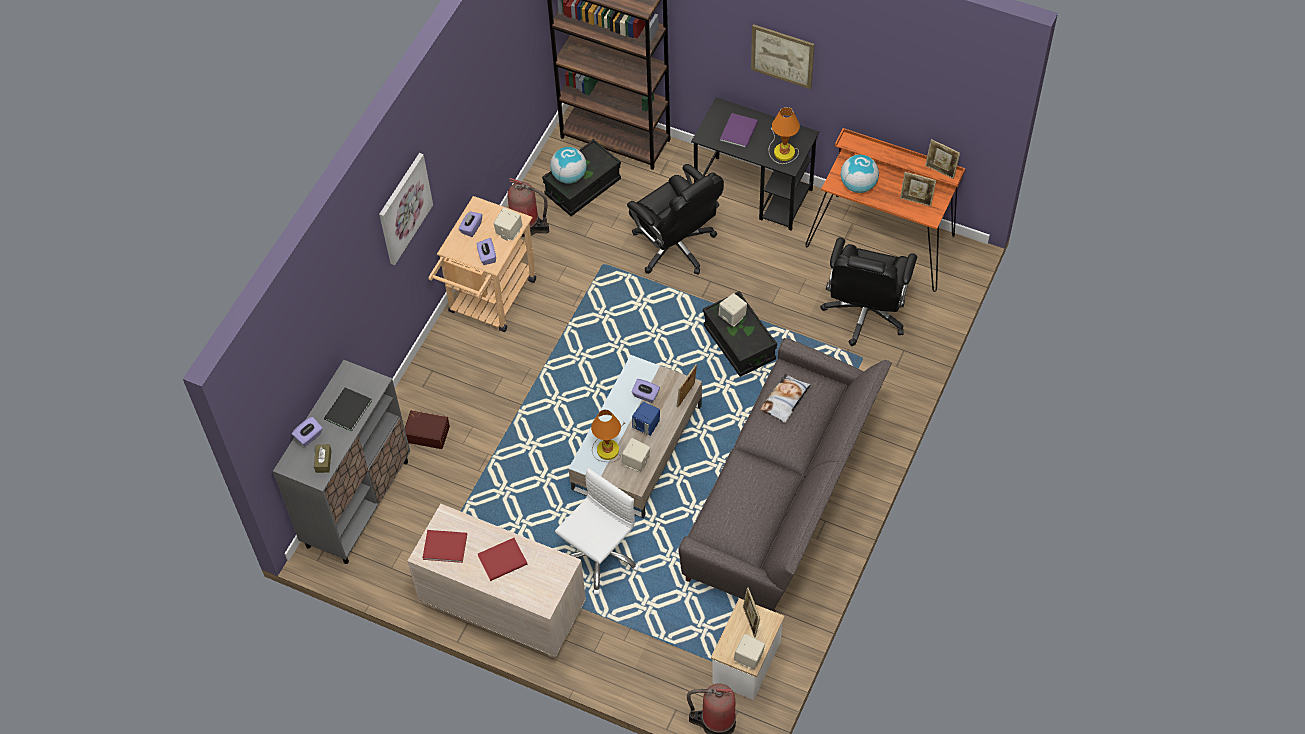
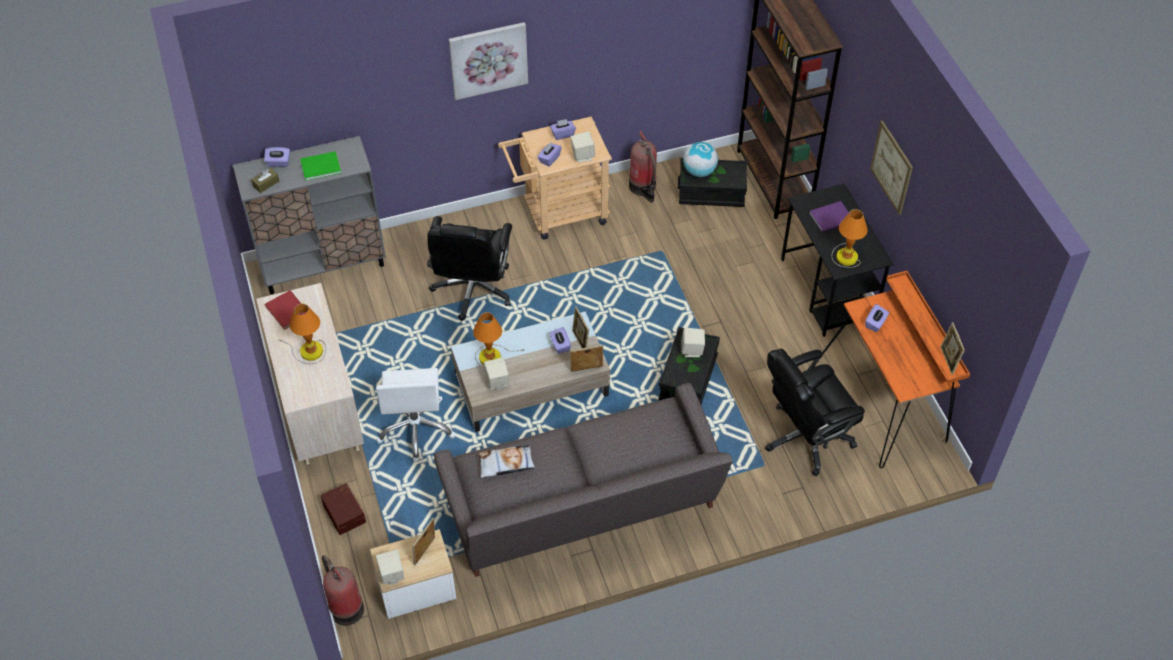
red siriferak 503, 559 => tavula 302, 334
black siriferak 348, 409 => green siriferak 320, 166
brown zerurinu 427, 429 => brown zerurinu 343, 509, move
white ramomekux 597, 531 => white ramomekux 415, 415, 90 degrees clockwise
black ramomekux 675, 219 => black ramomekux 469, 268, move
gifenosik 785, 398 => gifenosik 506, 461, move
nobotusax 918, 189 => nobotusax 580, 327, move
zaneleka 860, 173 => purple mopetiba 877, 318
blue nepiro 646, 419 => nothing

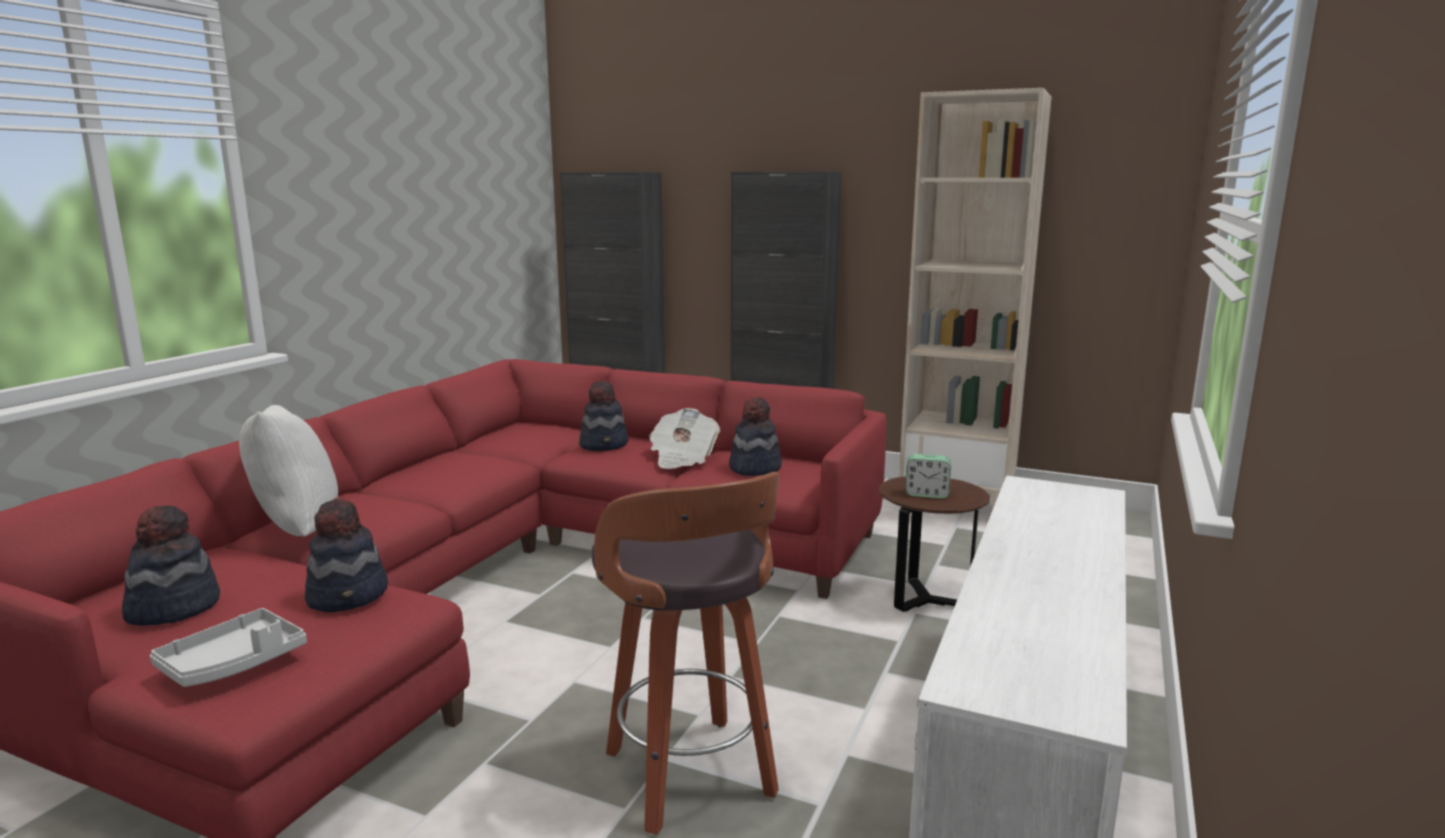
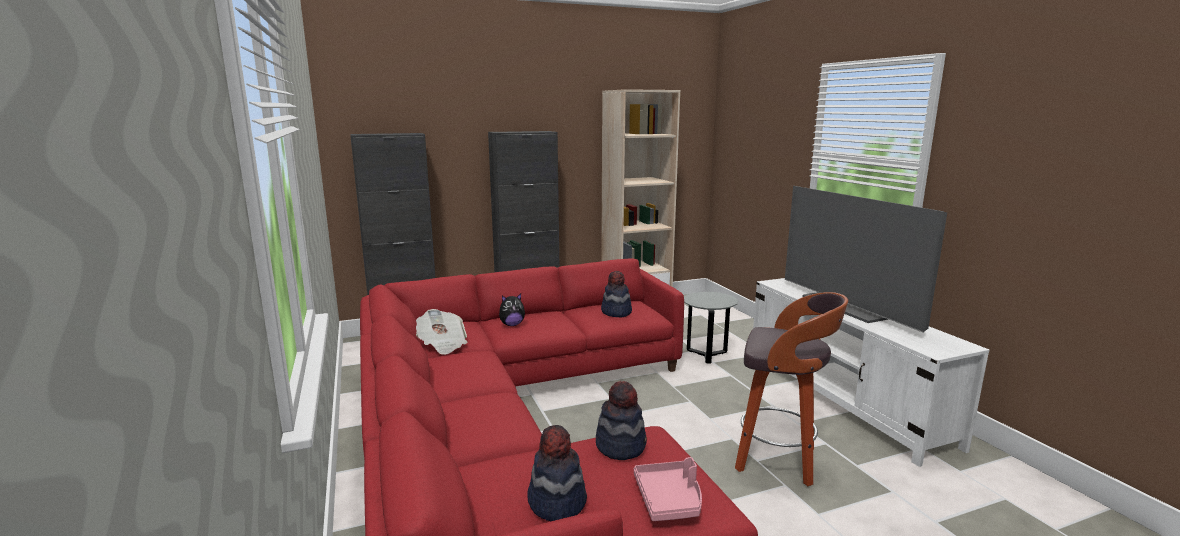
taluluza 684, 438 => taluluza 442, 332, move
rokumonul 603, 415 => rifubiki 512, 310
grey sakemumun 228, 647 => pink sakemumun 668, 489
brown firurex 934, 544 => grey firurex 711, 328
nothing => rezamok 866, 259
white gifenosik 288, 470 => nothing
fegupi 928, 476 => nothing

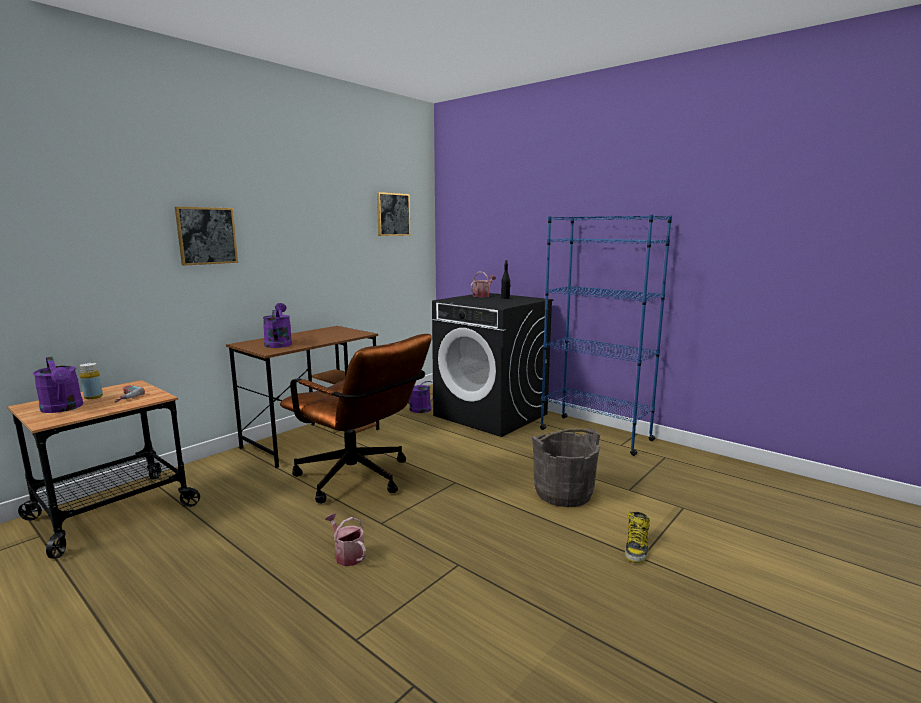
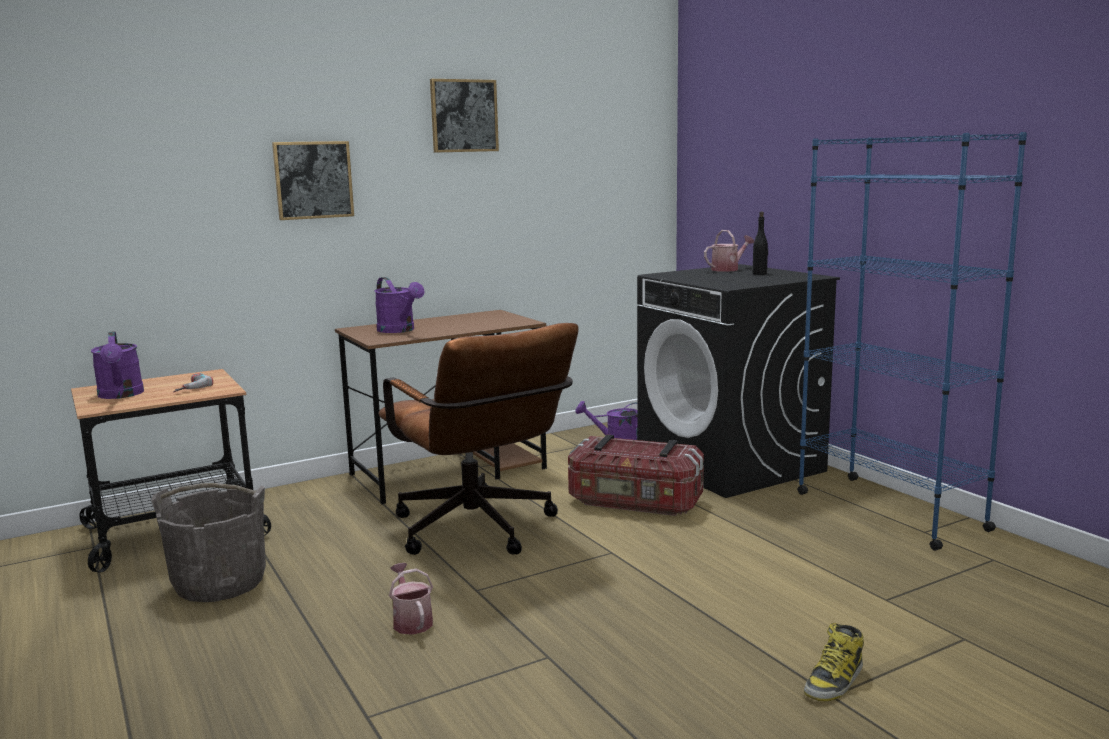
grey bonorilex 566, 467 => grey bonorilex 208, 542, move
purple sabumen 277, 325 => purple sabumen 399, 305, 135 degrees clockwise
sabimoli 393, 214 => sabimoli 464, 116, move
nothing => zerurinu 636, 475
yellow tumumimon 91, 381 => nothing

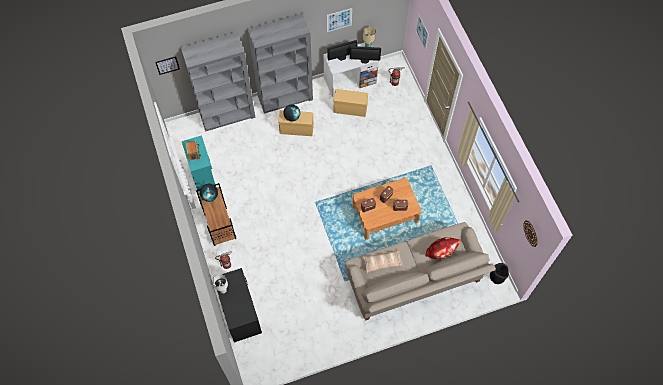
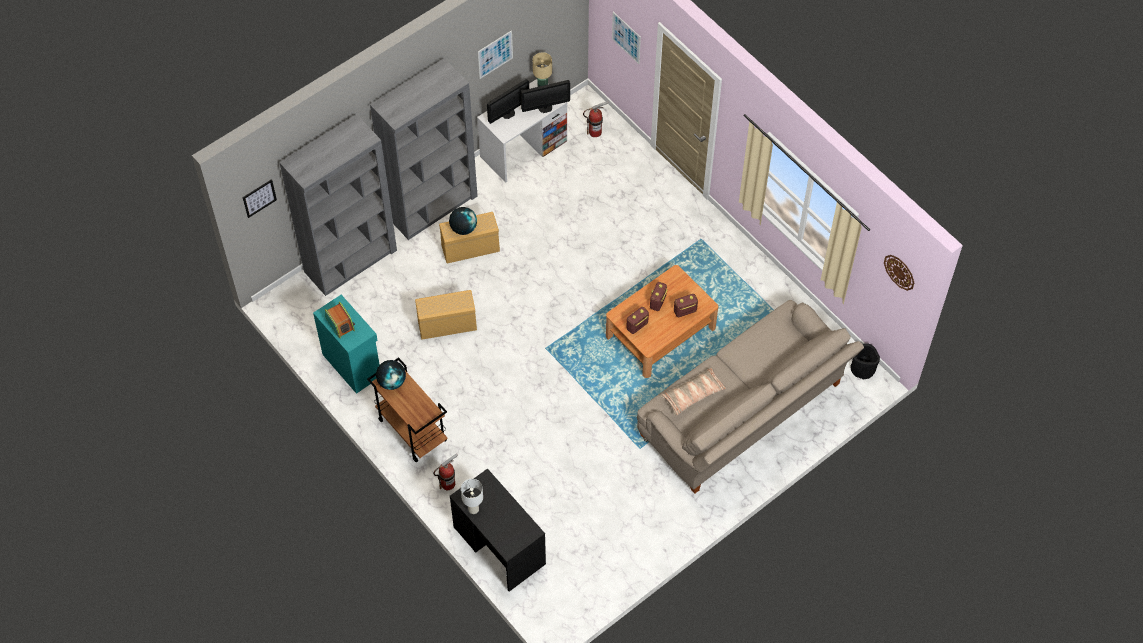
beige zerurinu 350, 103 => beige zerurinu 446, 315, move
gifenosik 443, 248 => nothing

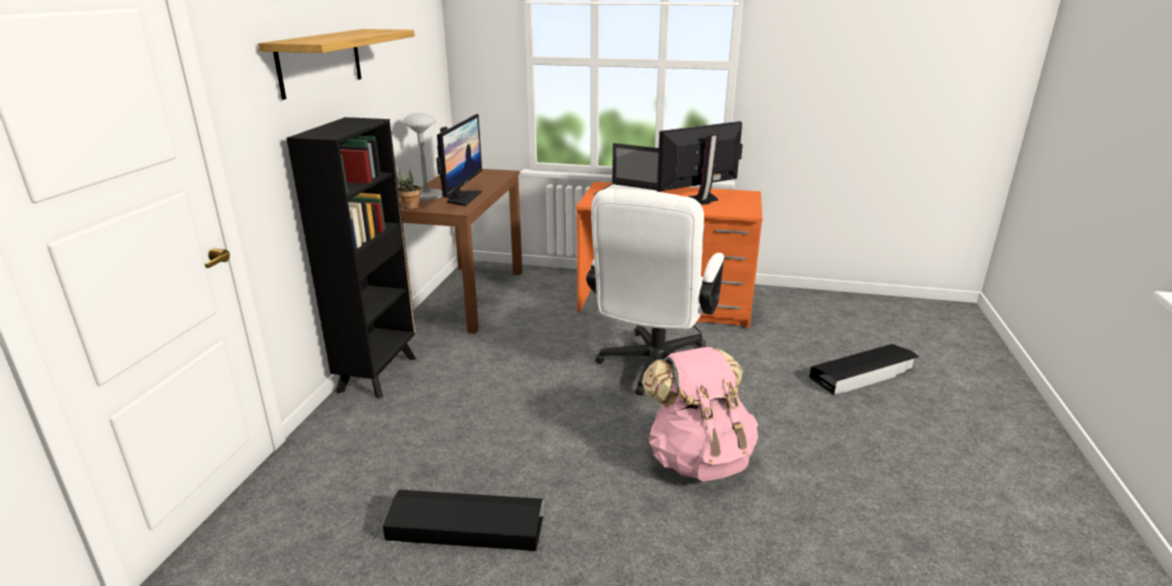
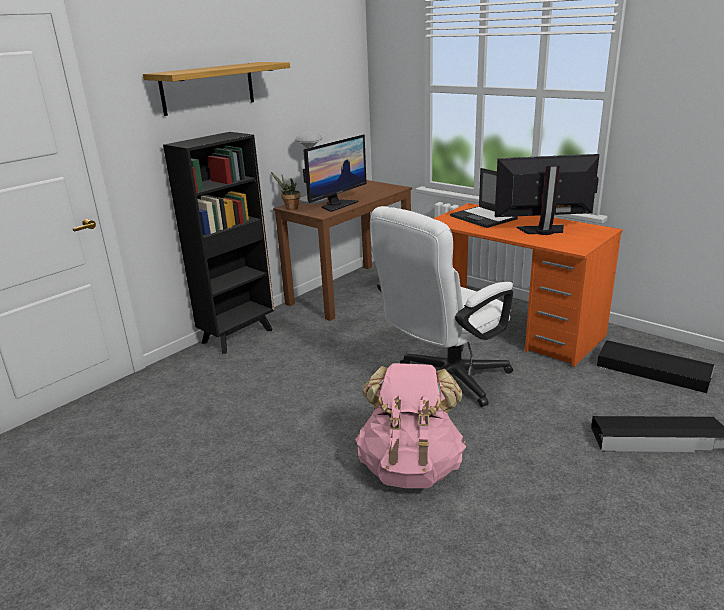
black zerurinu 463, 520 => black zerurinu 656, 366, move

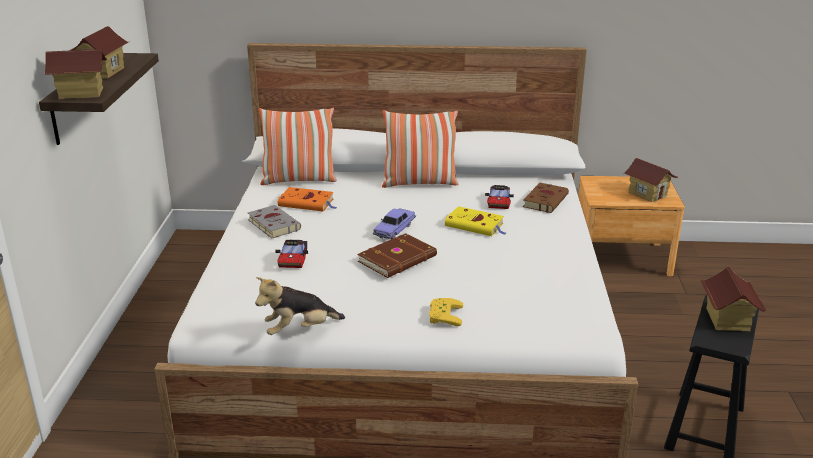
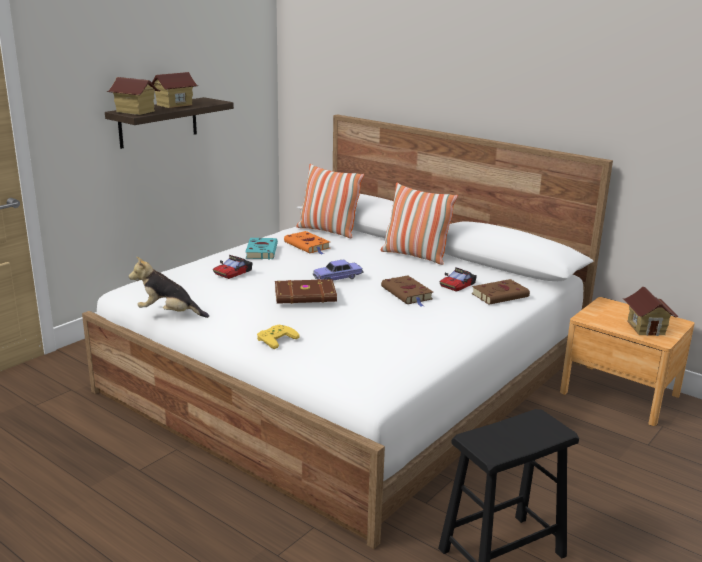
grey siriferak 274, 222 => turquoise siriferak 261, 248
yellow siriferak 475, 221 => brown siriferak 407, 291
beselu 734, 299 => nothing

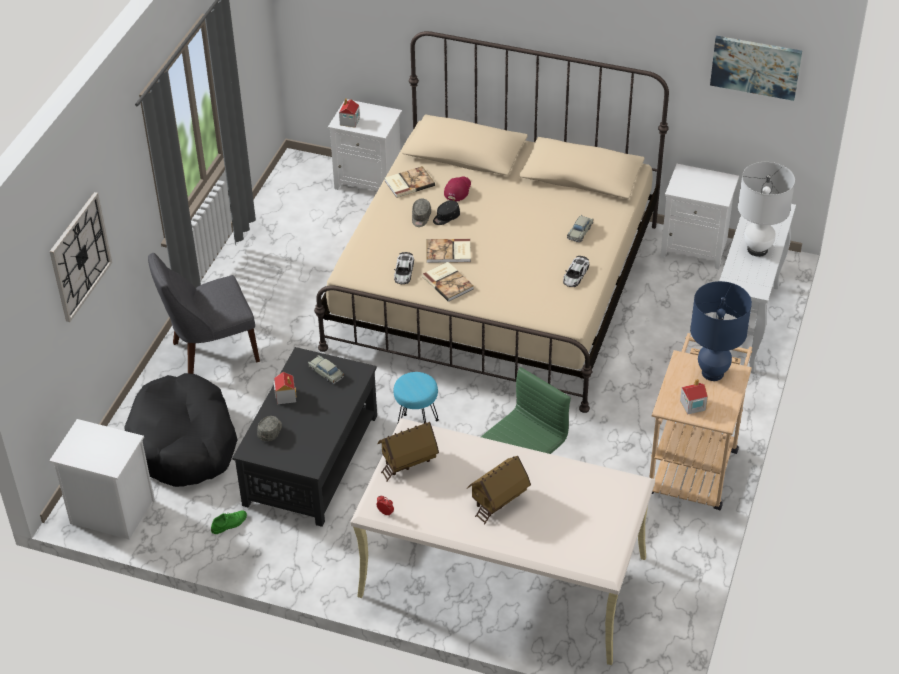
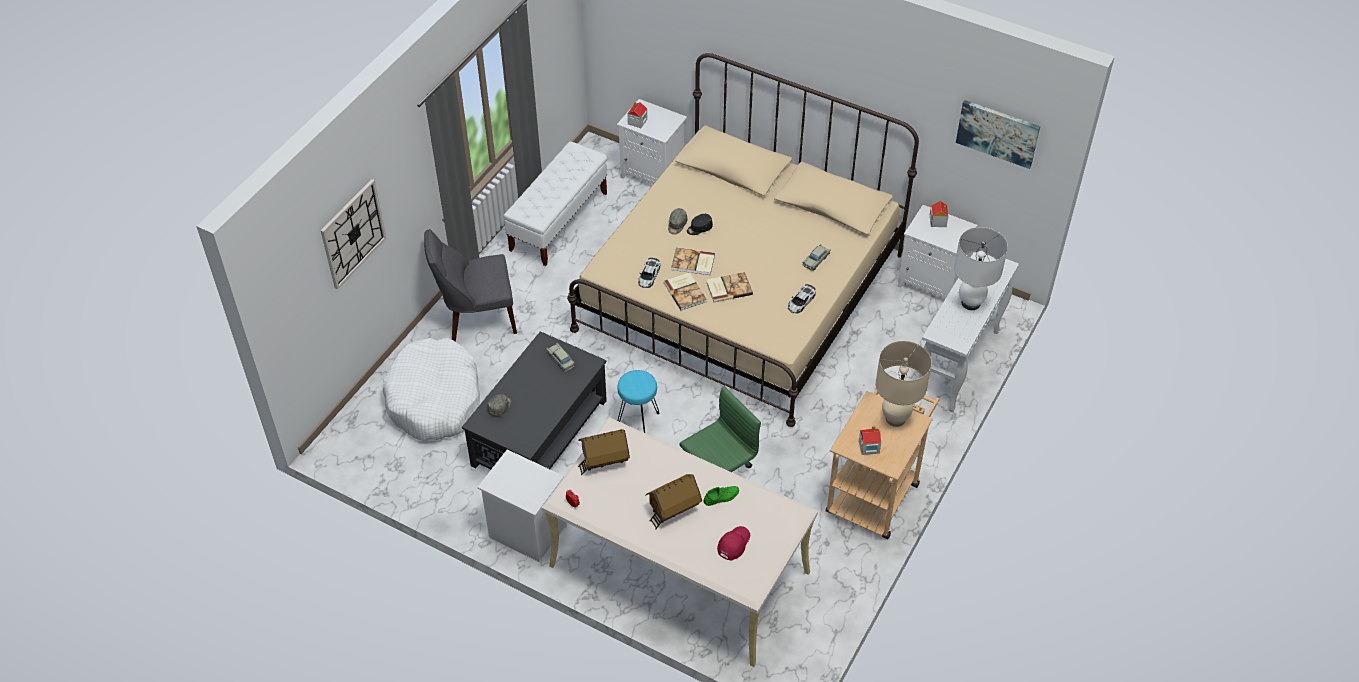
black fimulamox 181, 430 => white fimulamox 431, 389
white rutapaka 102, 479 => white rutapaka 522, 505, move
nothing => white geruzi 555, 204
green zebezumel 229, 522 => green zebezumel 721, 496, move
siriferak 410, 182 => siriferak 729, 287, move
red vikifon 457, 189 => red vikifon 733, 543, move
blue tavula 721, 331 => beige tavula 904, 384
beselu 285, 388 => beselu 939, 214, move

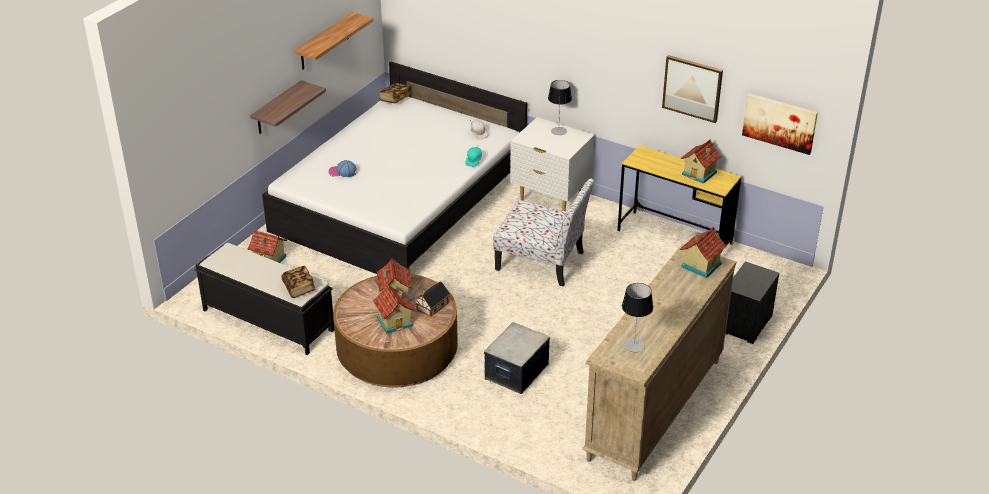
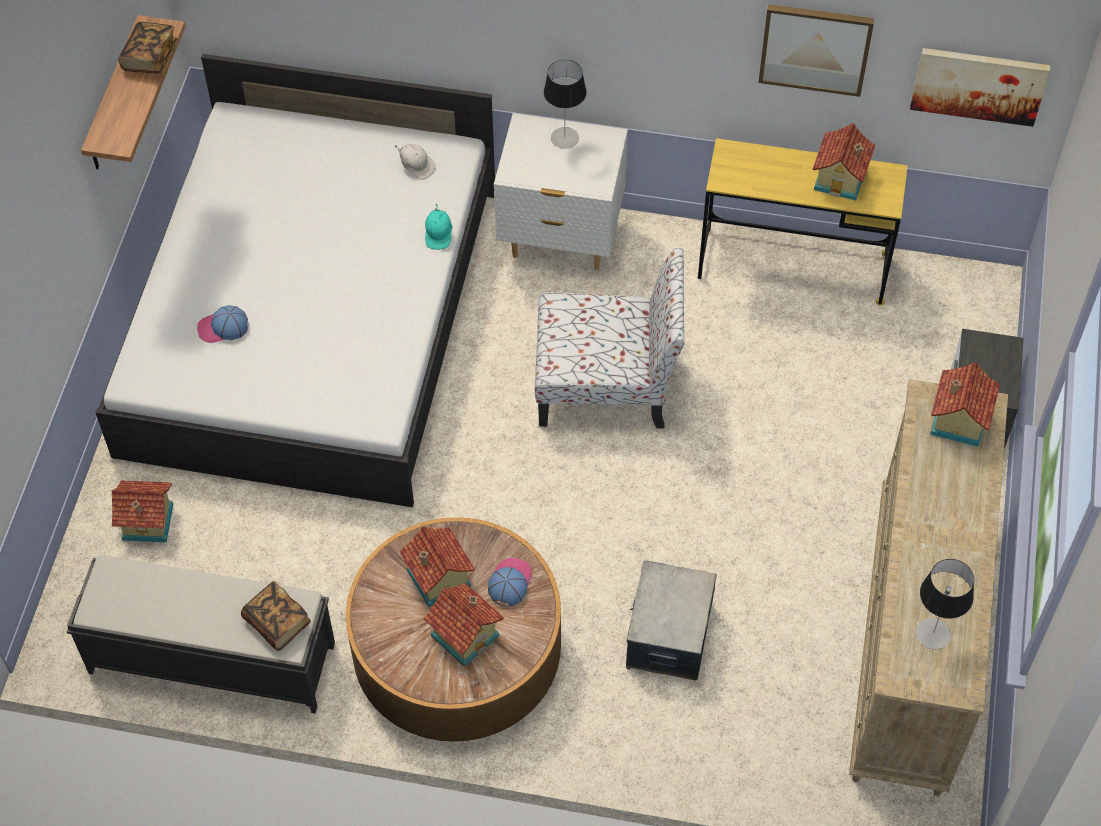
siriferak 394, 93 => siriferak 148, 48, move
beselu 432, 299 => vikifon 510, 581
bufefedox 288, 107 => nothing

